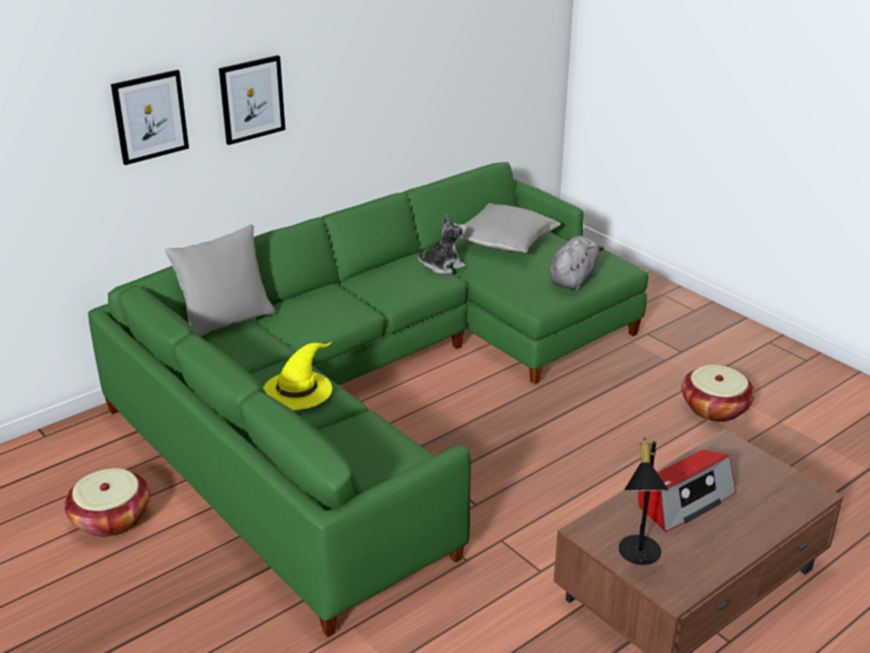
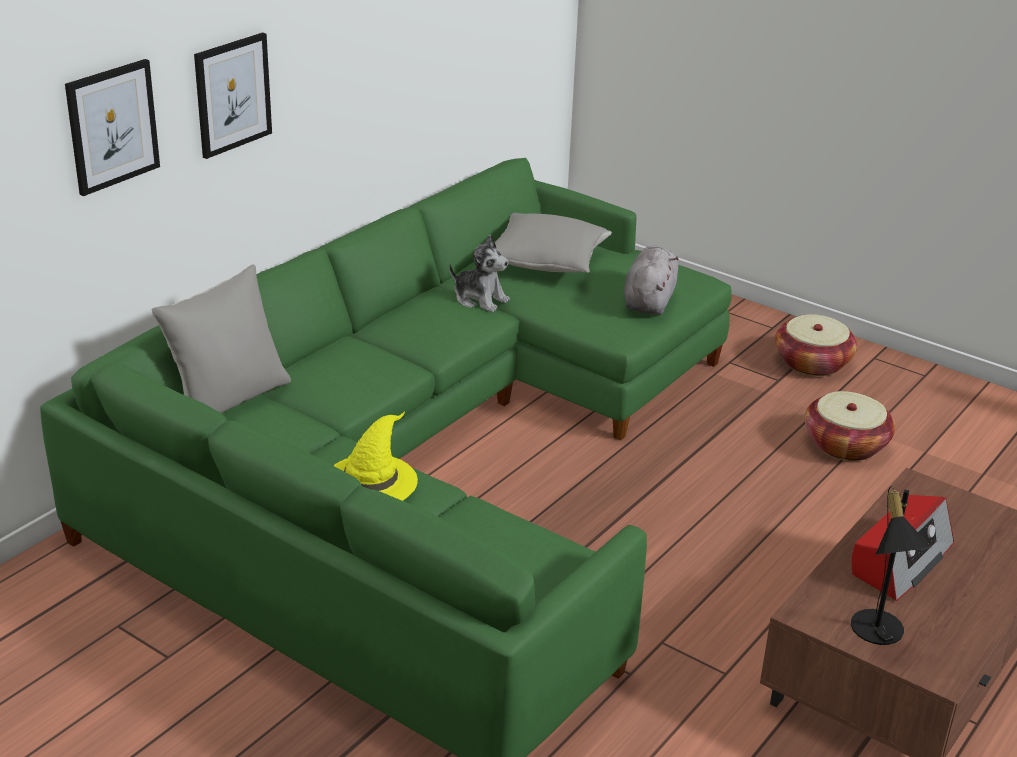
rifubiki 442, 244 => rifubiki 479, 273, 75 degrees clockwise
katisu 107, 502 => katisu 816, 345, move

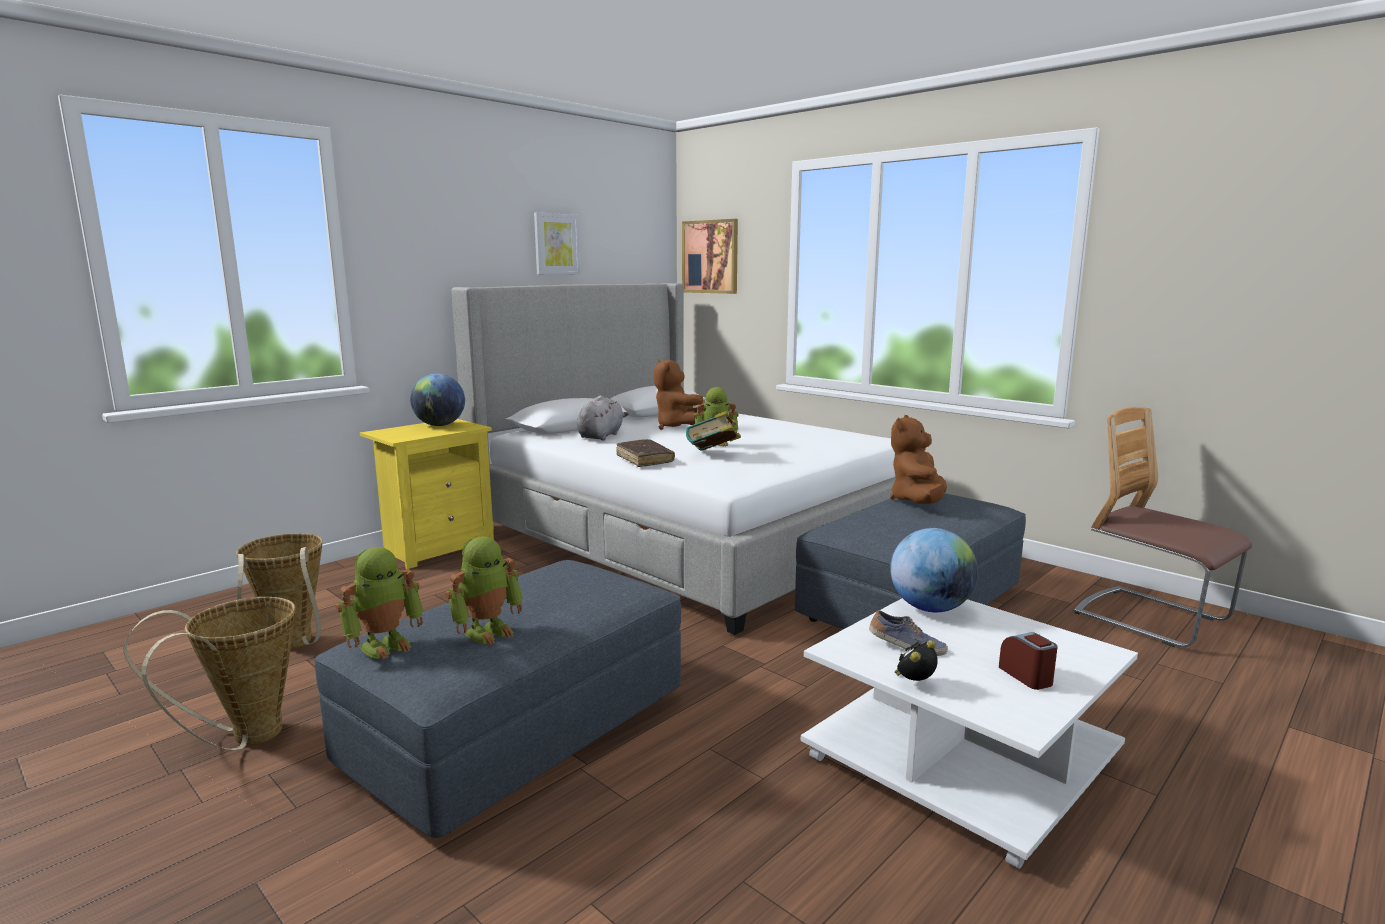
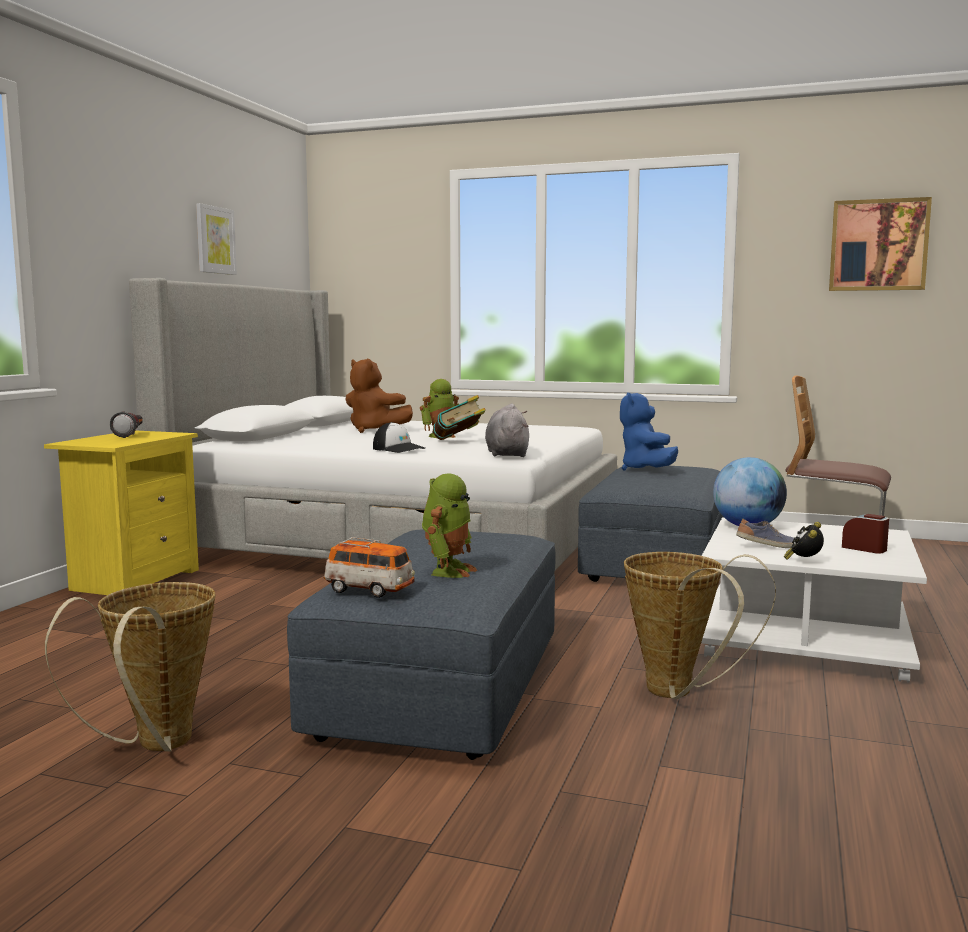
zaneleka 437, 400 => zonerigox 126, 424
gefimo 379, 603 => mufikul 369, 567
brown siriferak 645, 453 => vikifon 399, 437
grey rifubiki 602, 417 => grey rifubiki 507, 430, move
brown rifubiki 918, 459 => blue rifubiki 649, 431
katisu 279, 591 => katisu 700, 625, move
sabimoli 710, 256 => sabimoli 880, 244, move

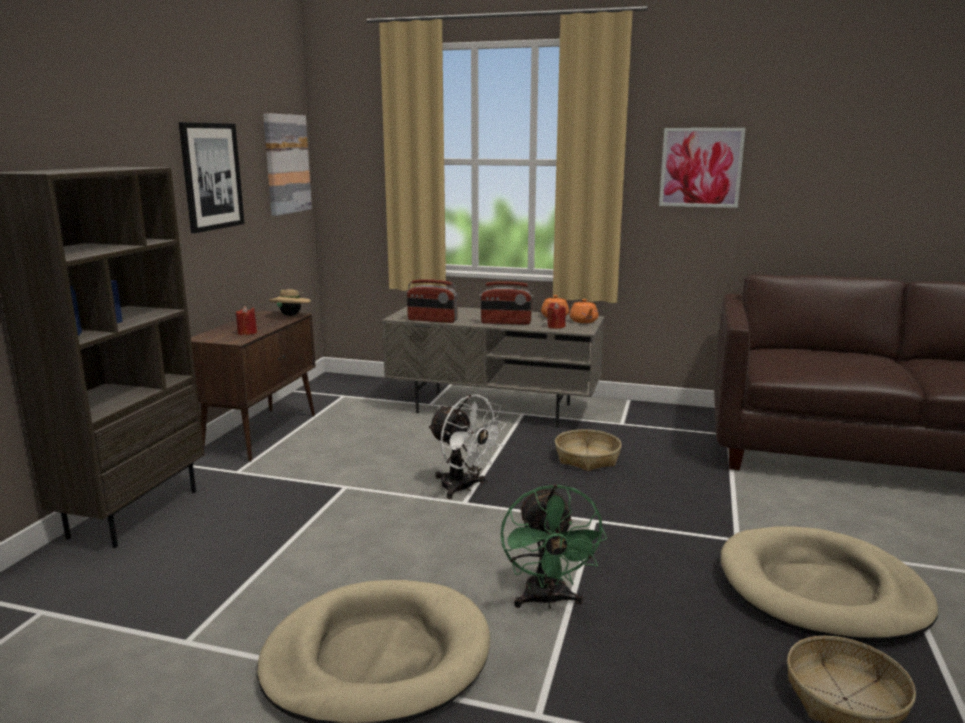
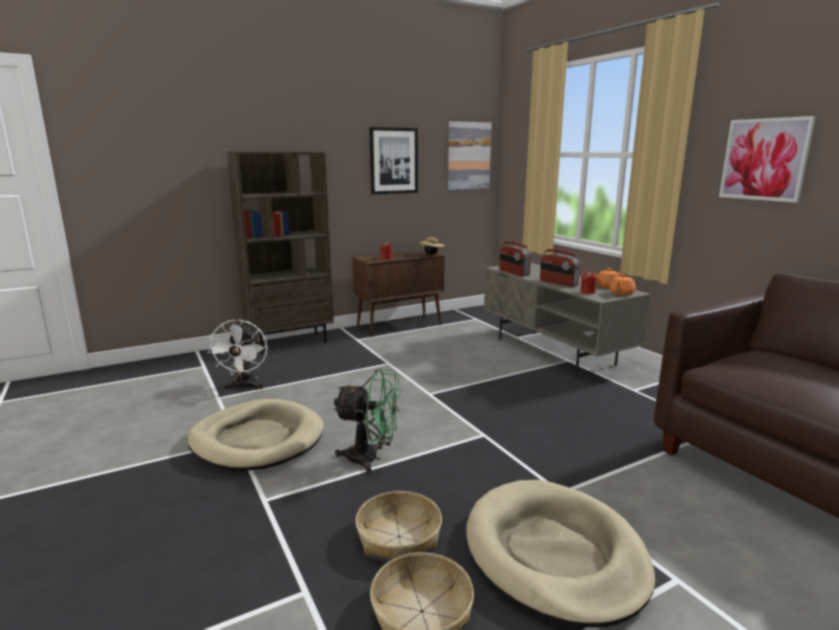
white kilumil 467, 446 => white kilumil 237, 354, move
green kilumil 554, 546 => green kilumil 367, 421, 120 degrees counterclockwise
katisu 588, 450 => katisu 398, 525, move

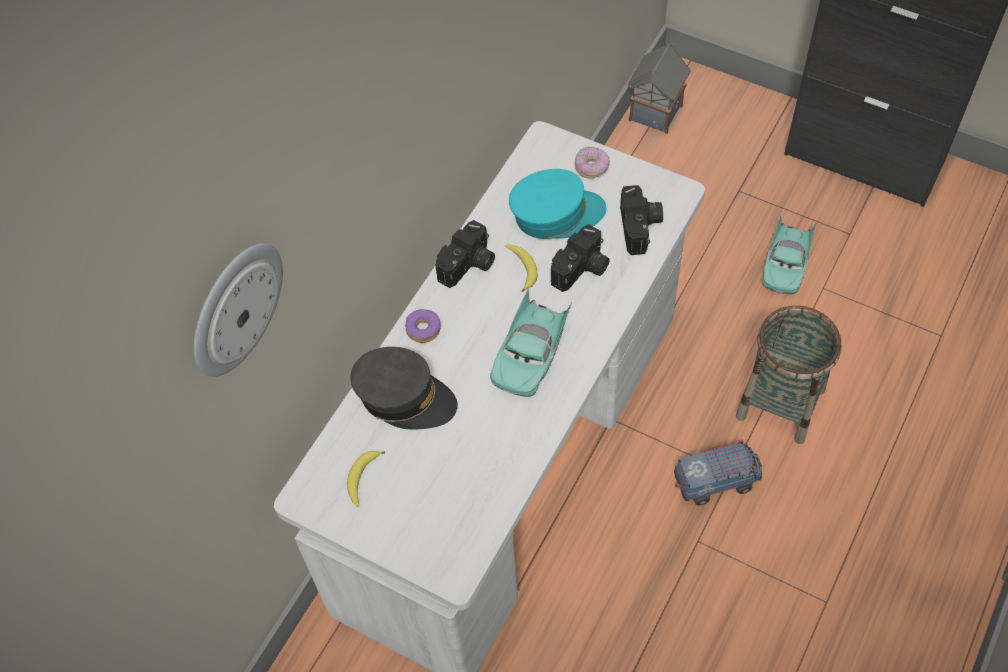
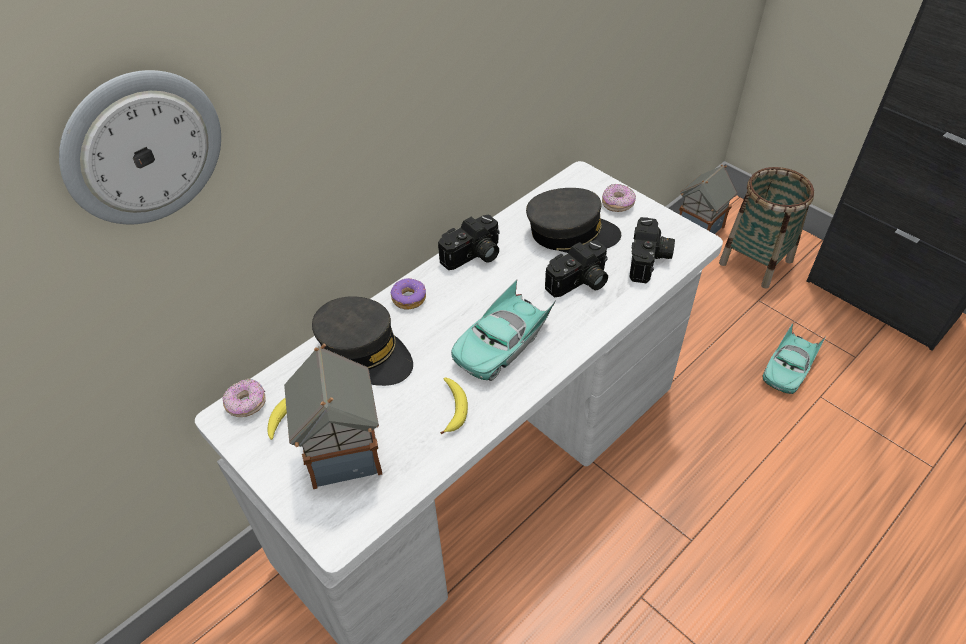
nothing => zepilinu 244, 398
nothing => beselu 333, 416
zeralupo 521, 268 => zeralupo 454, 405, move
turquoise vikifon 558, 204 => grey vikifon 573, 220
katisu 789, 375 => katisu 766, 228, move
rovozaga 718, 473 => nothing

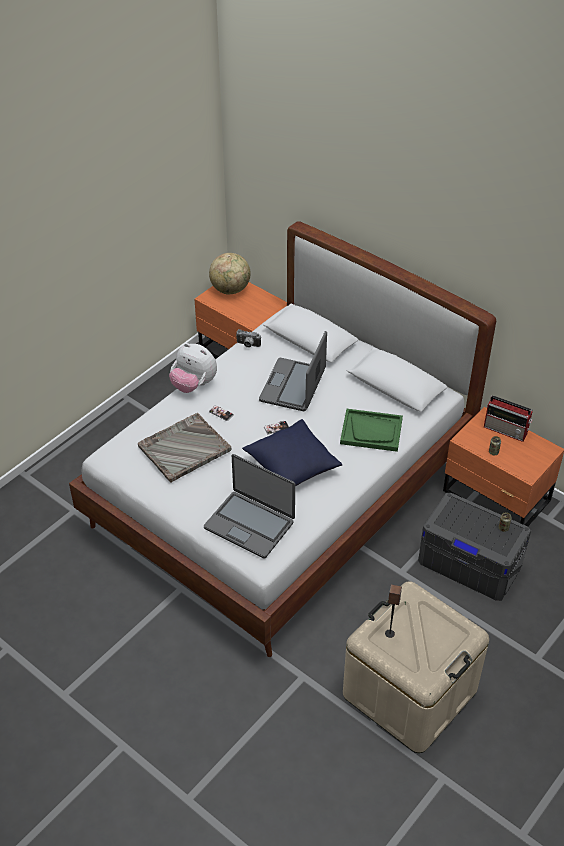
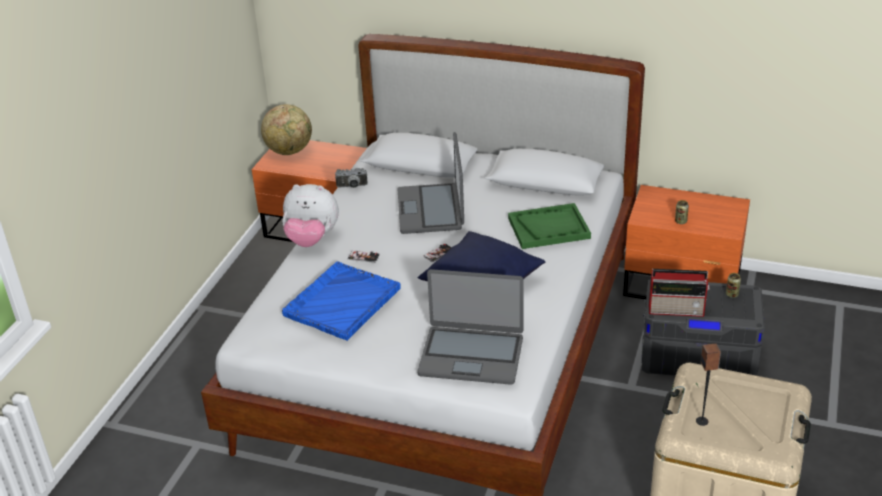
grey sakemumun 184, 448 => blue sakemumun 341, 301
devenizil 508, 419 => devenizil 679, 293, move

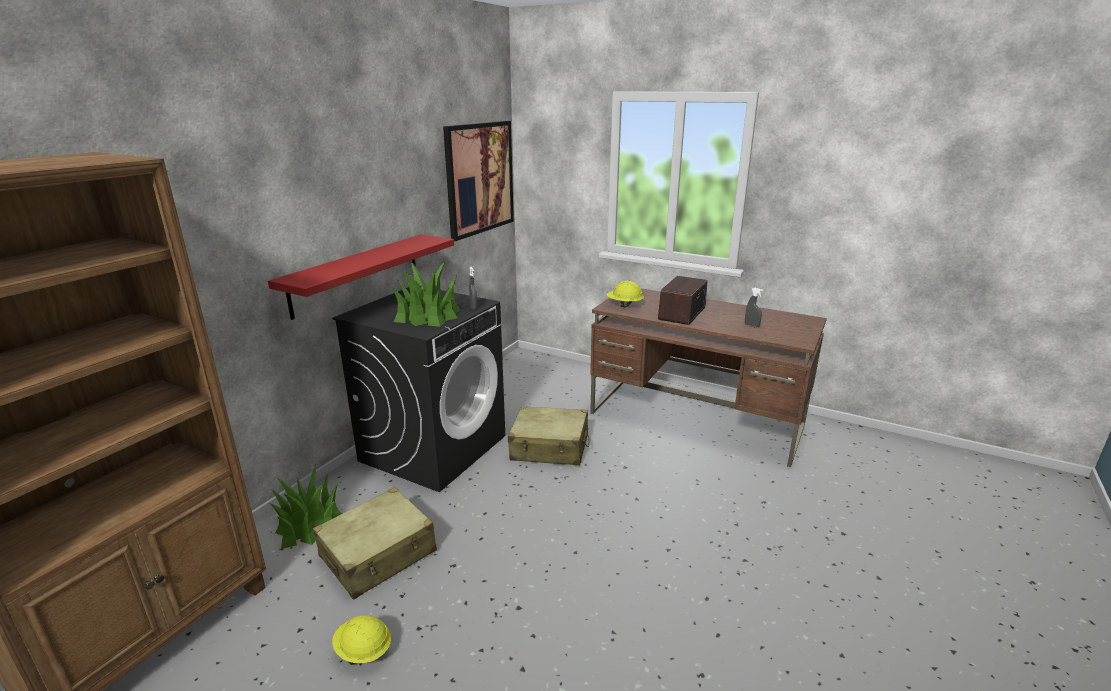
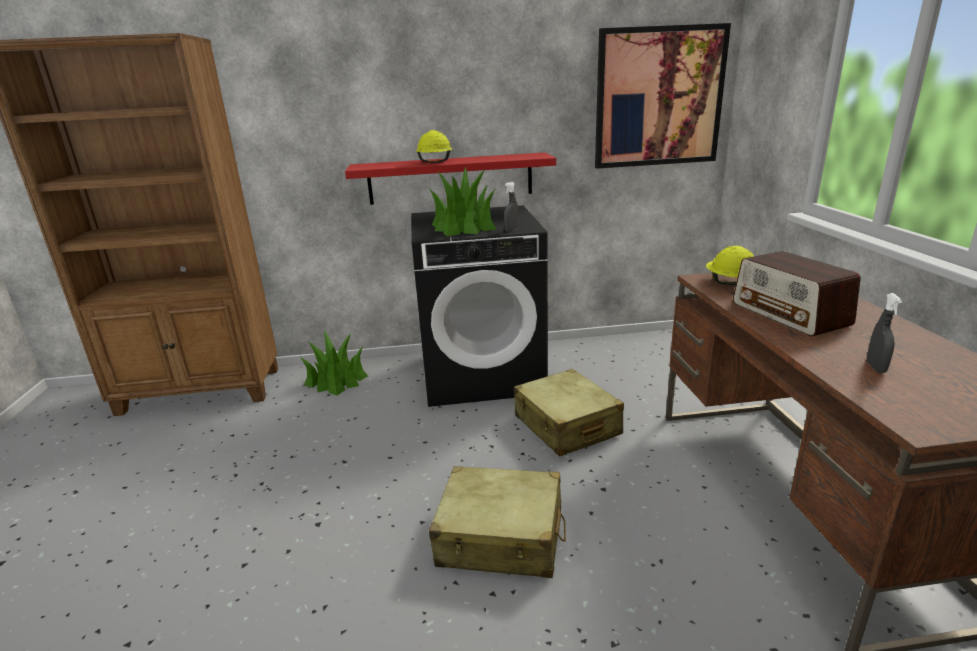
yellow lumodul 361, 640 => yellow lumodul 434, 146, move
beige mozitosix 375, 543 => beige mozitosix 497, 522, move
devenizil 682, 300 => devenizil 796, 293, 105 degrees counterclockwise

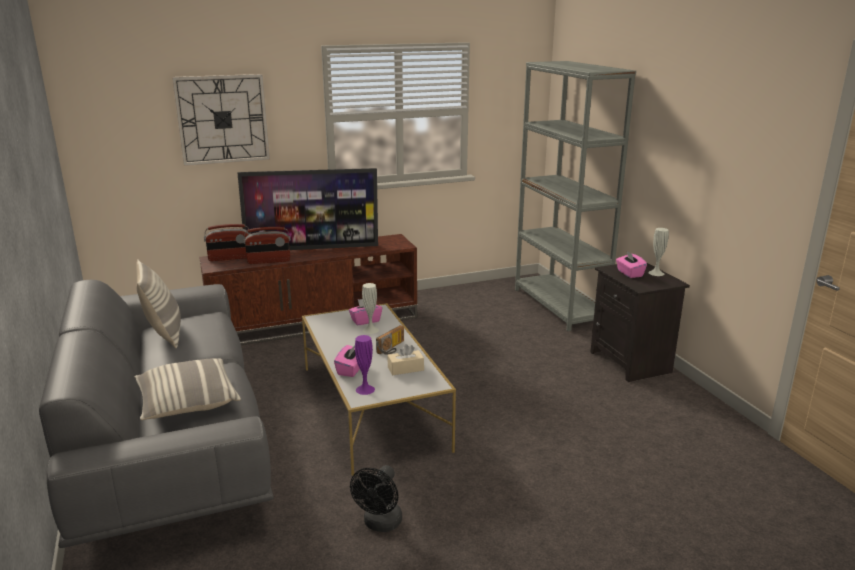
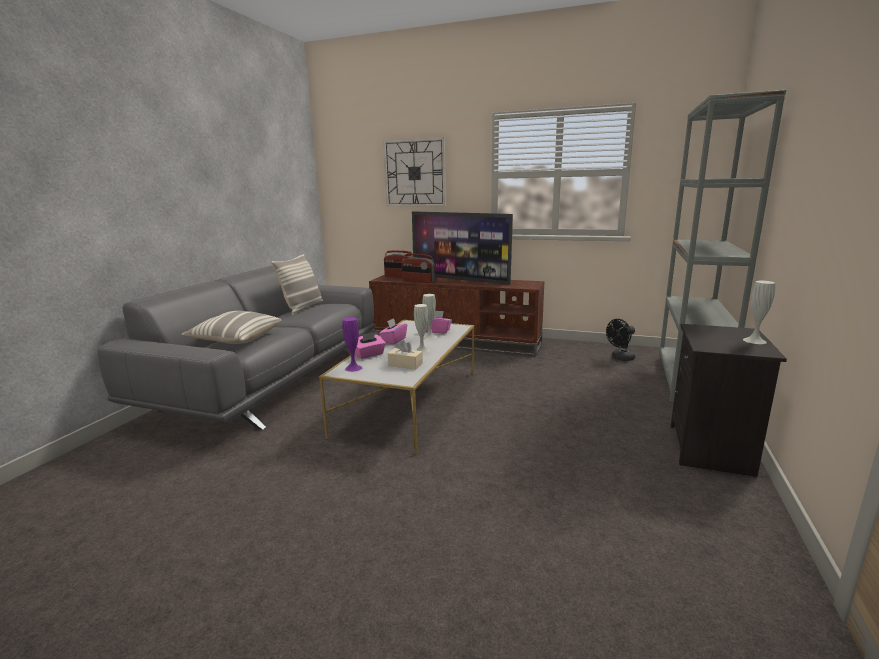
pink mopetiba 631, 264 => pink mopetiba 393, 331, move
devenizil 390, 340 => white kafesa 422, 329
black kilumil 376, 498 => black kilumil 621, 340, move

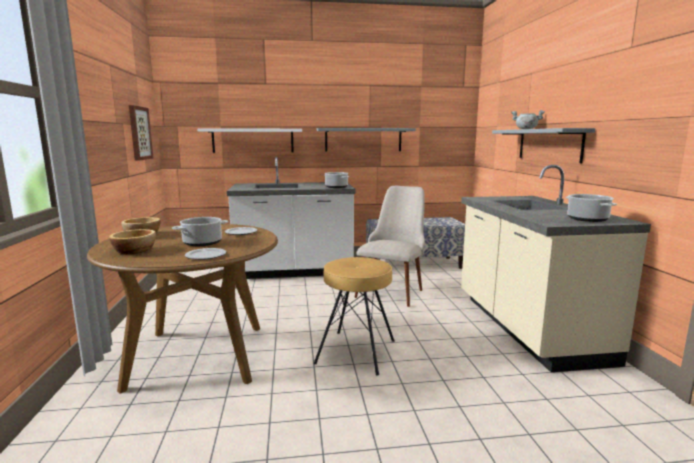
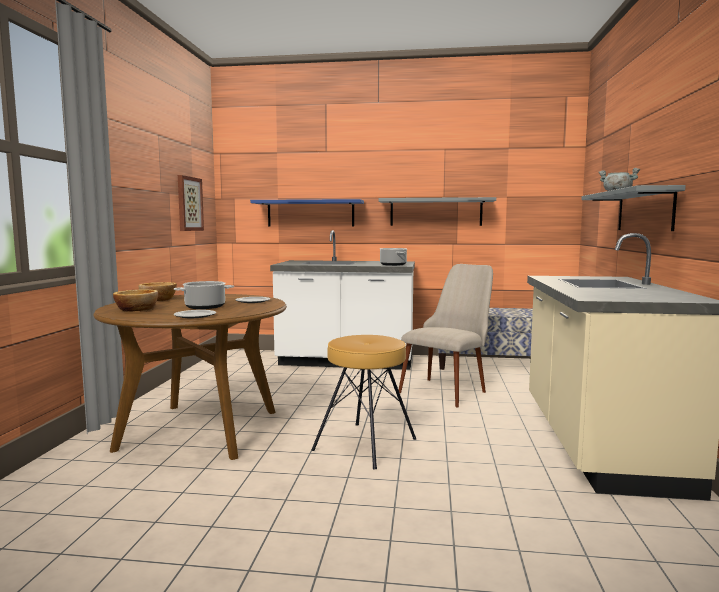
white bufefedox 249, 140 => blue bufefedox 307, 213
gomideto 591, 208 => nothing

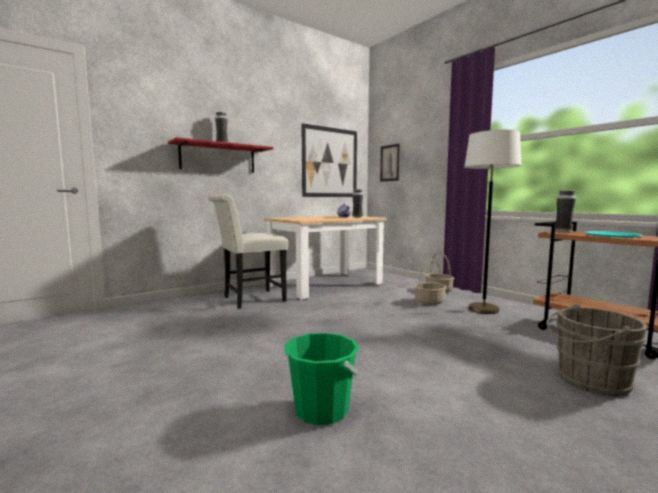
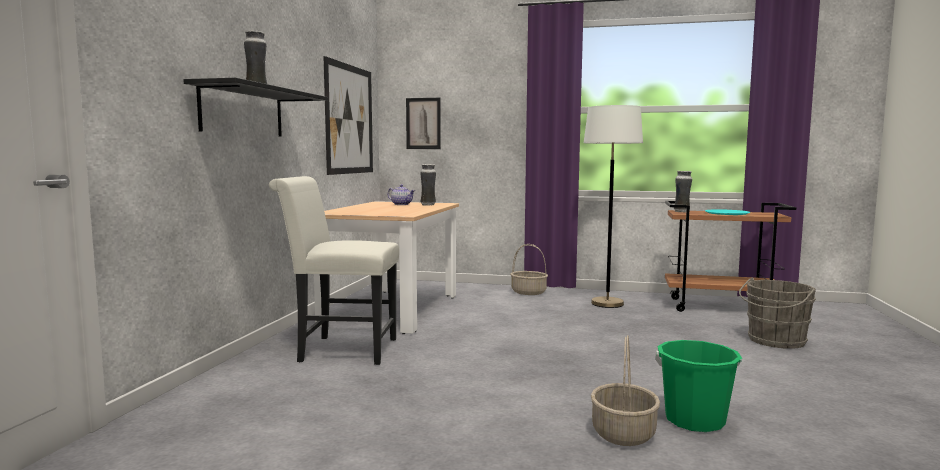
red bufefedox 221, 155 => black bufefedox 255, 107
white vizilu 248, 251 => white vizilu 334, 270, 75 degrees clockwise
katisu 430, 282 => katisu 625, 390, move

